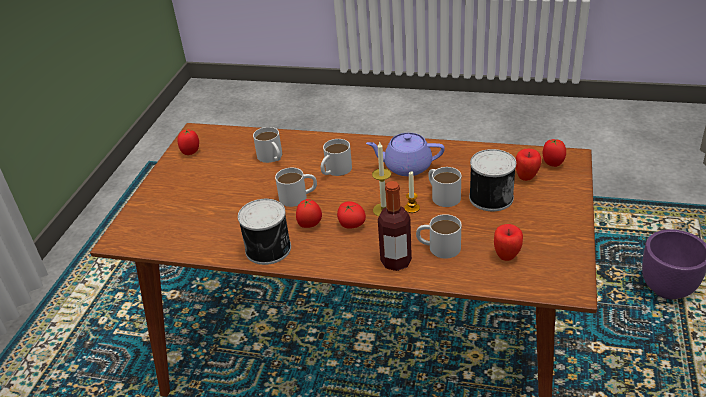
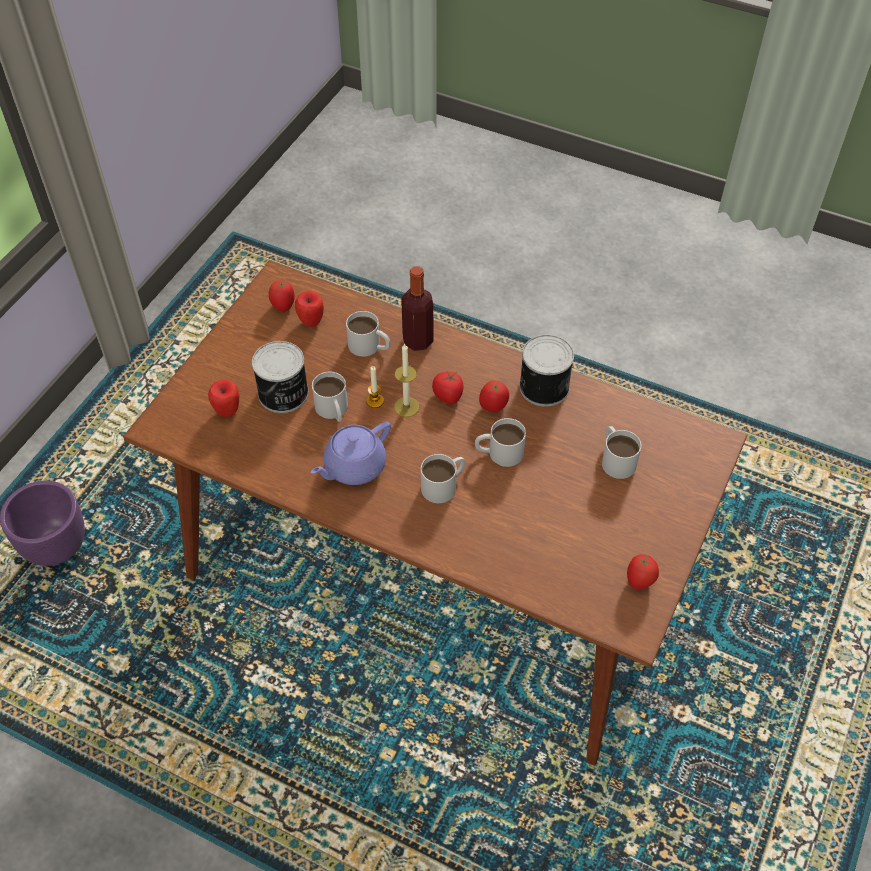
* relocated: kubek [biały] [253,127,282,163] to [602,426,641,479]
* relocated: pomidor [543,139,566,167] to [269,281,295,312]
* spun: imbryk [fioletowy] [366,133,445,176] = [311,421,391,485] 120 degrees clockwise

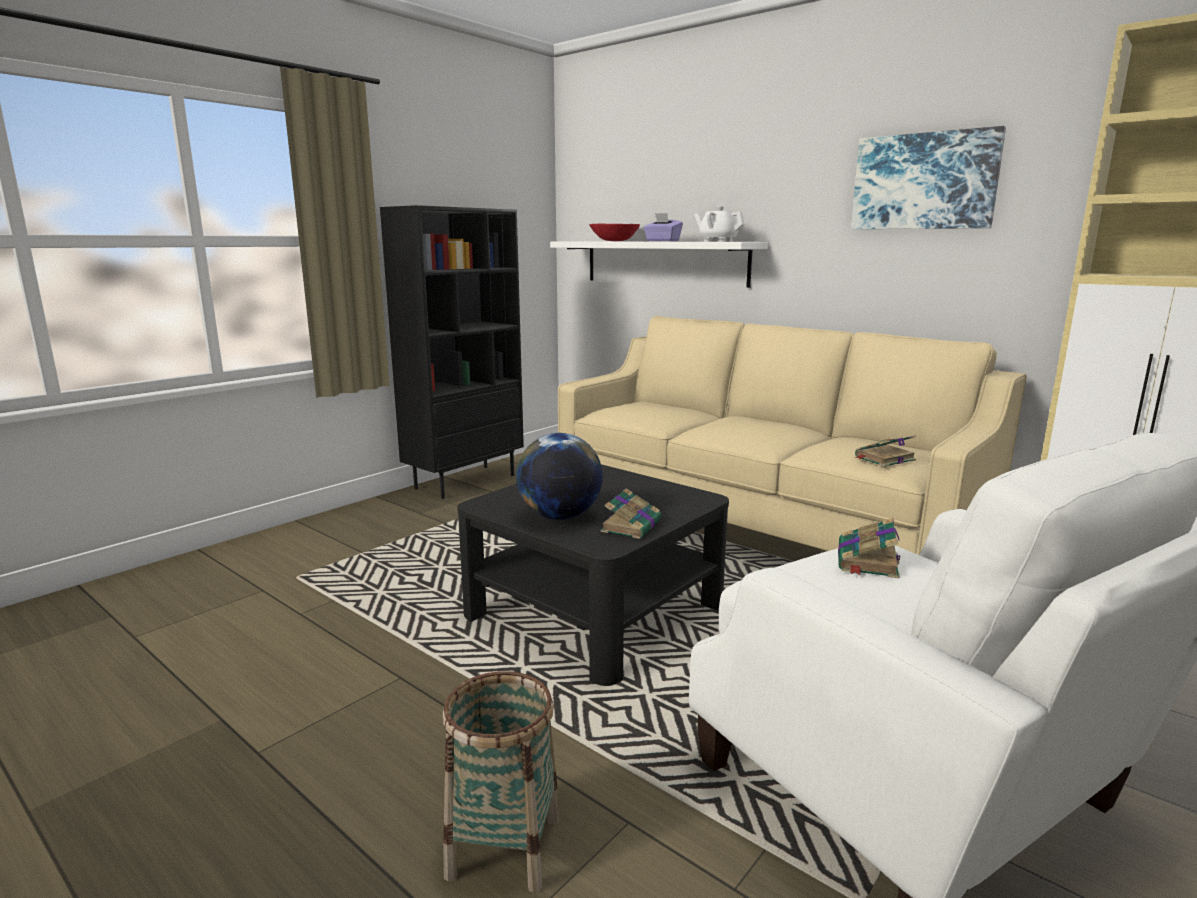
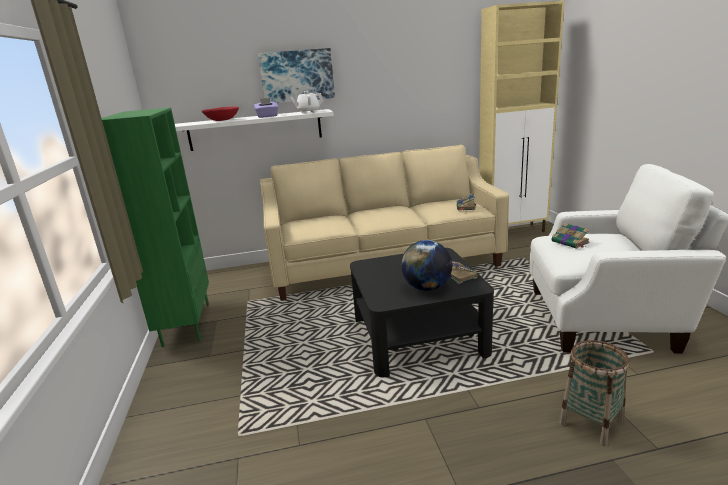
* relocated: obraz [851,126,1006,229] to [258,48,335,103]
* colour: regał [czarny] [380,205,524,499] to regał [zielony] [102,107,209,347]

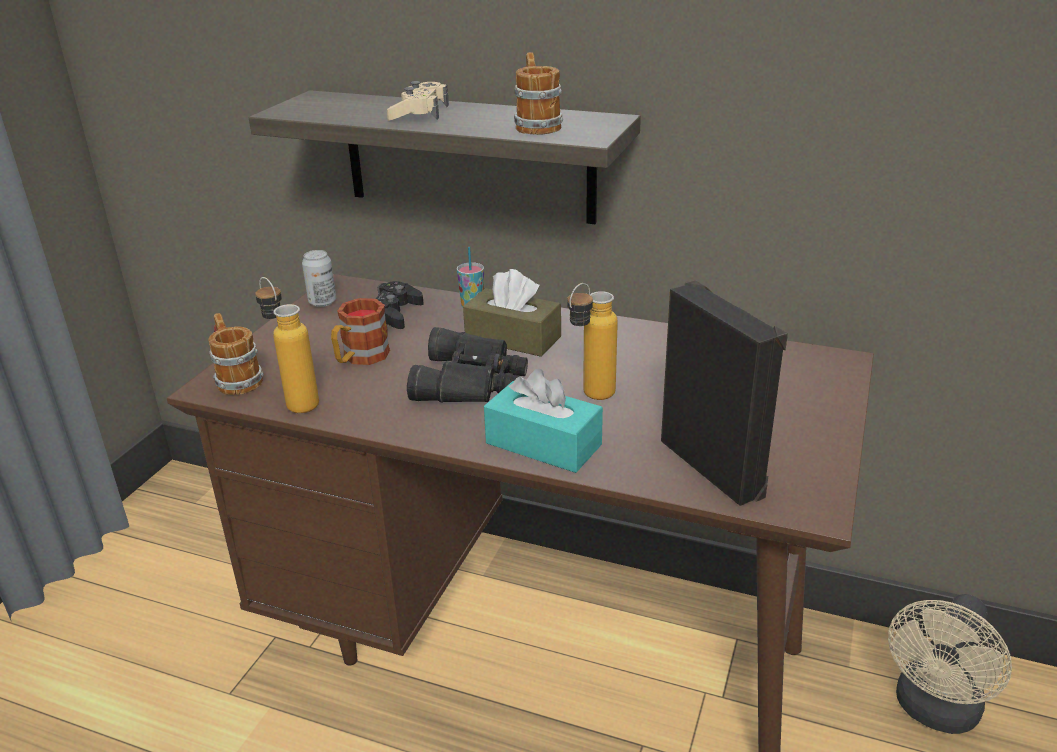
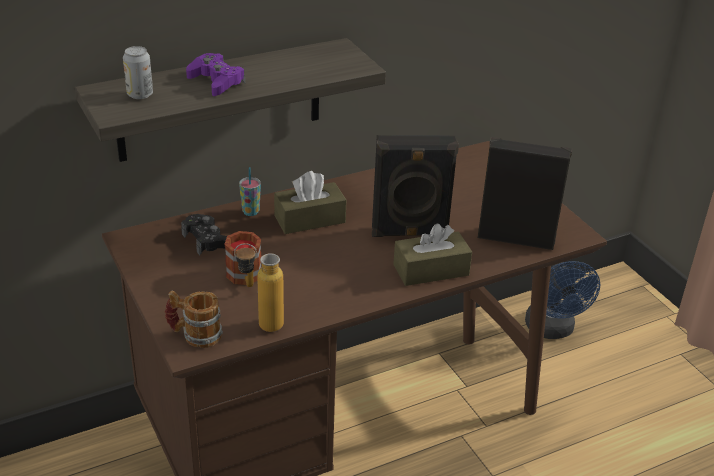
* missing: lornetka [czarny] [407,327,528,403]
* missing: kubek [514,52,563,135]
* relocated: puszka [302,250,336,307] to [123,46,153,99]
* exchanged: butelka [567,283,618,400] to głośnik [czarny] [372,135,459,237]
* colour: pad do gier [beżowy] [387,81,449,121] to pad do gier [fioletowy] [186,53,245,96]
* colour: pudełko chusteczek [turkusowy] [484,369,603,473] to pudełko chusteczek [brązowy] [393,224,472,286]
* colour: wentylator [beżowy] [888,594,1012,734] to wentylator [niebieski] [525,261,600,339]

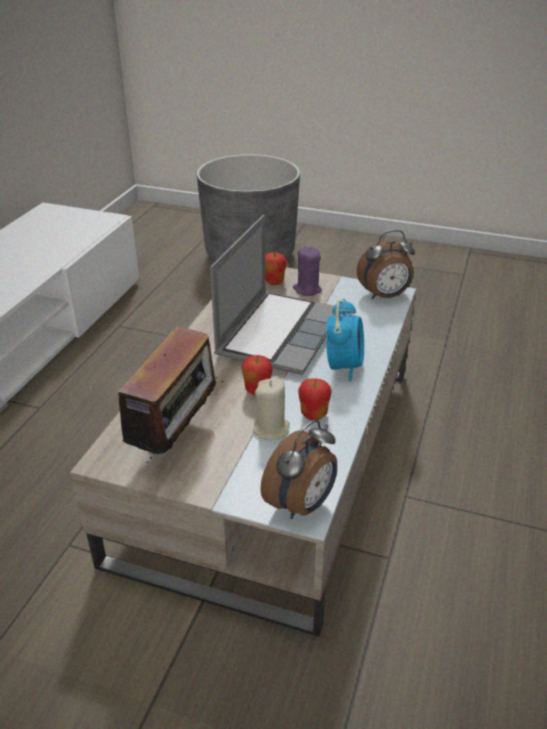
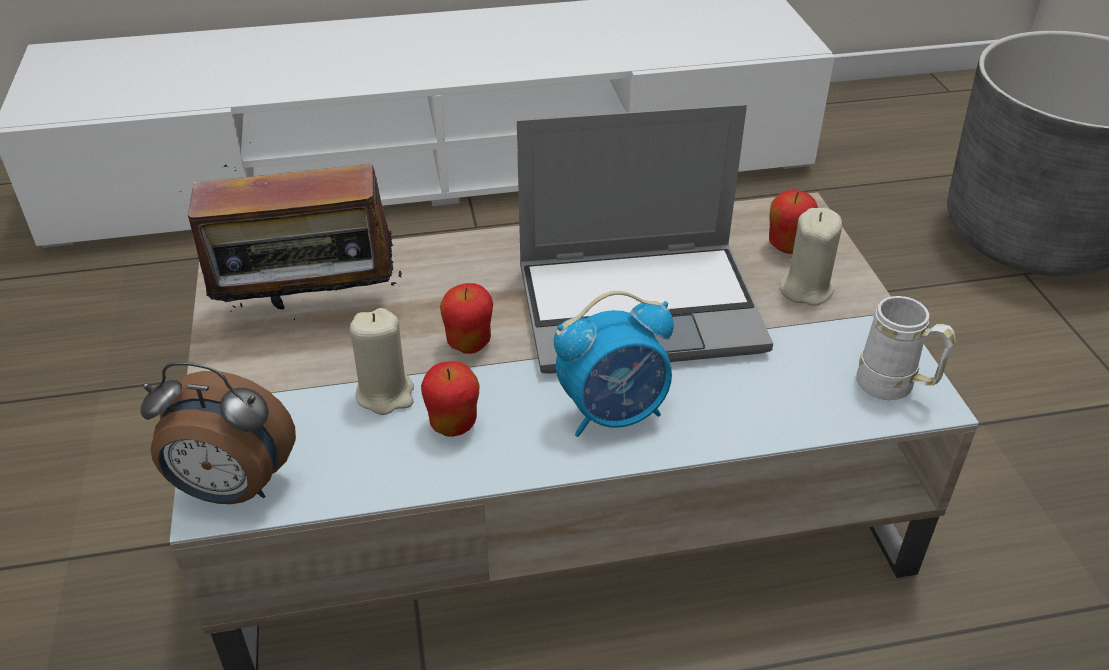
* exchanged: budzik [357,230,415,300] to kubek [biały] [856,296,956,400]
* colour: świeca [fioletowy] [293,246,322,296] to świeca [beżowy] [780,208,842,306]

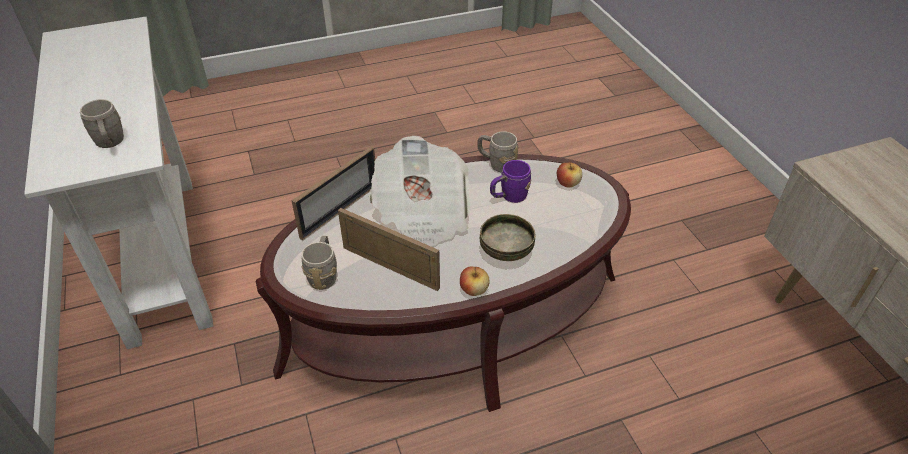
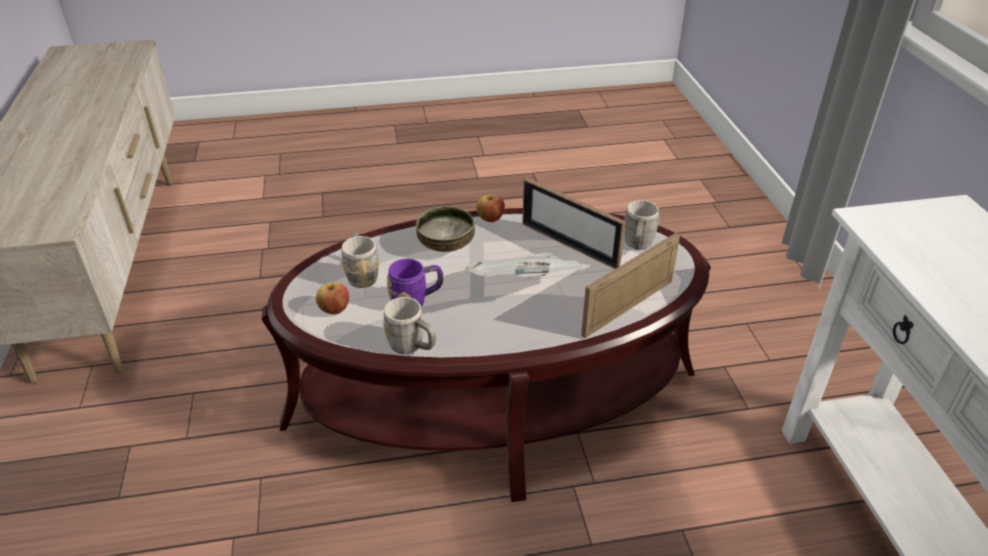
* relocated: kubek [szary] [80,99,124,148] to [342,232,380,288]

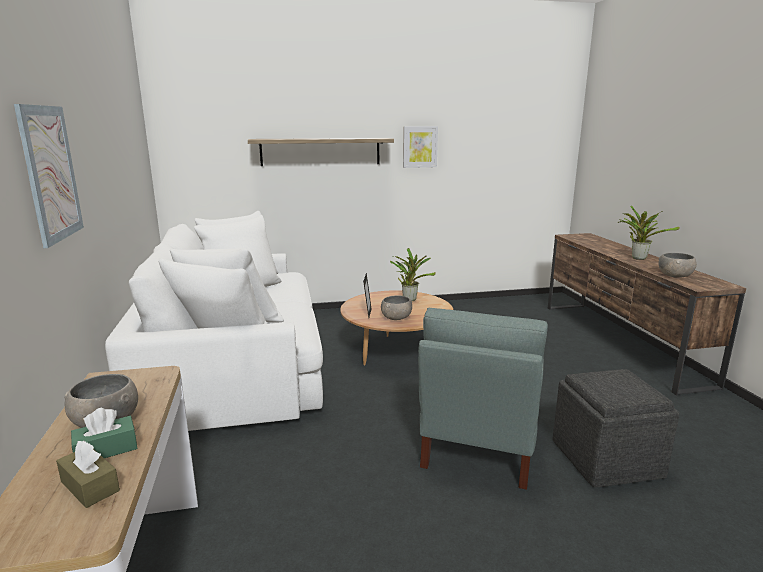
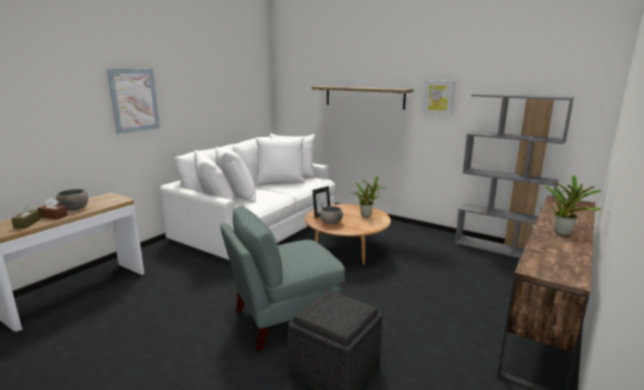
* missing: miska [szary] [658,253,697,278]
* appeared: regał [szary] [455,93,574,258]
* colour: pudełko chusteczek [zielony] [71,408,138,458] to pudełko chusteczek [brązowy] [37,198,67,220]

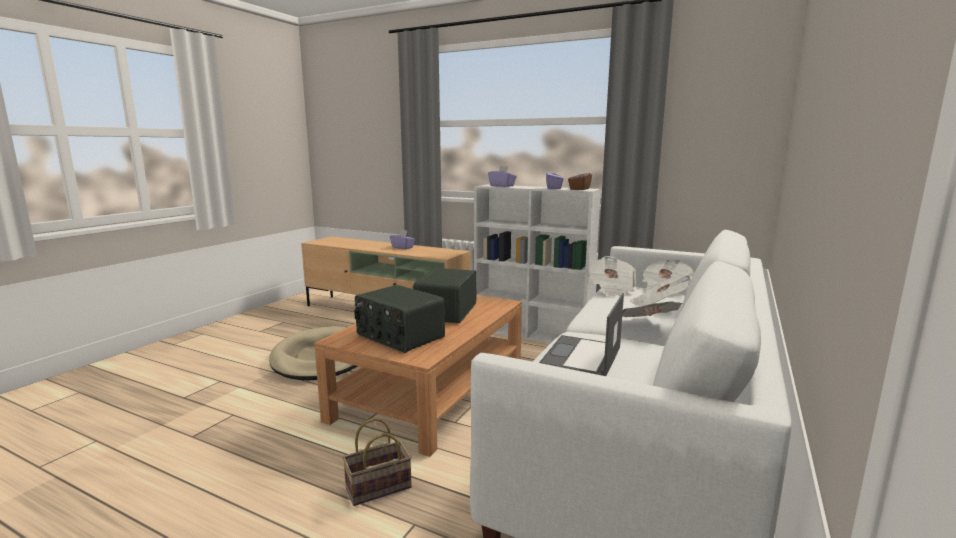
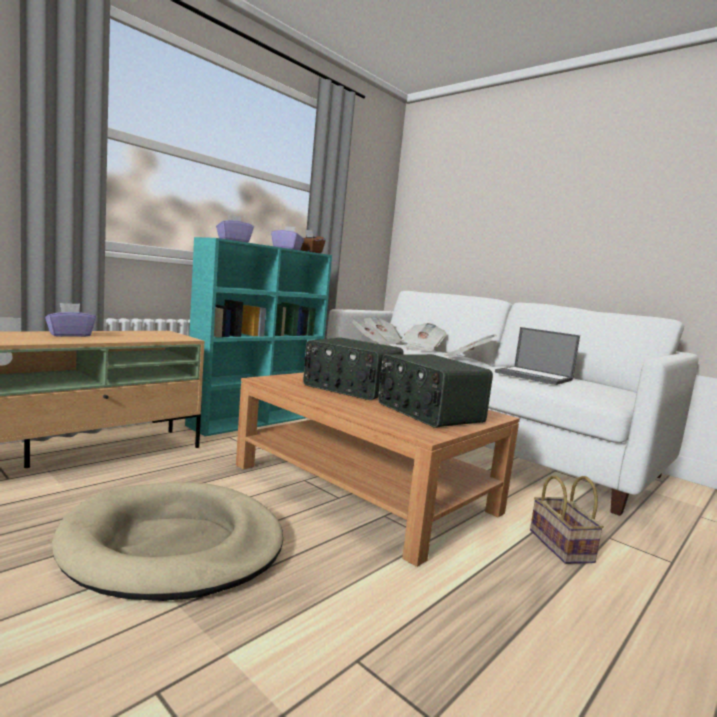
* colour: regał [biały] [474,185,601,344] to regał [turkusowy] [185,237,332,436]
* spun: radio [354,285,445,353] = [378,354,493,428] 90 degrees clockwise

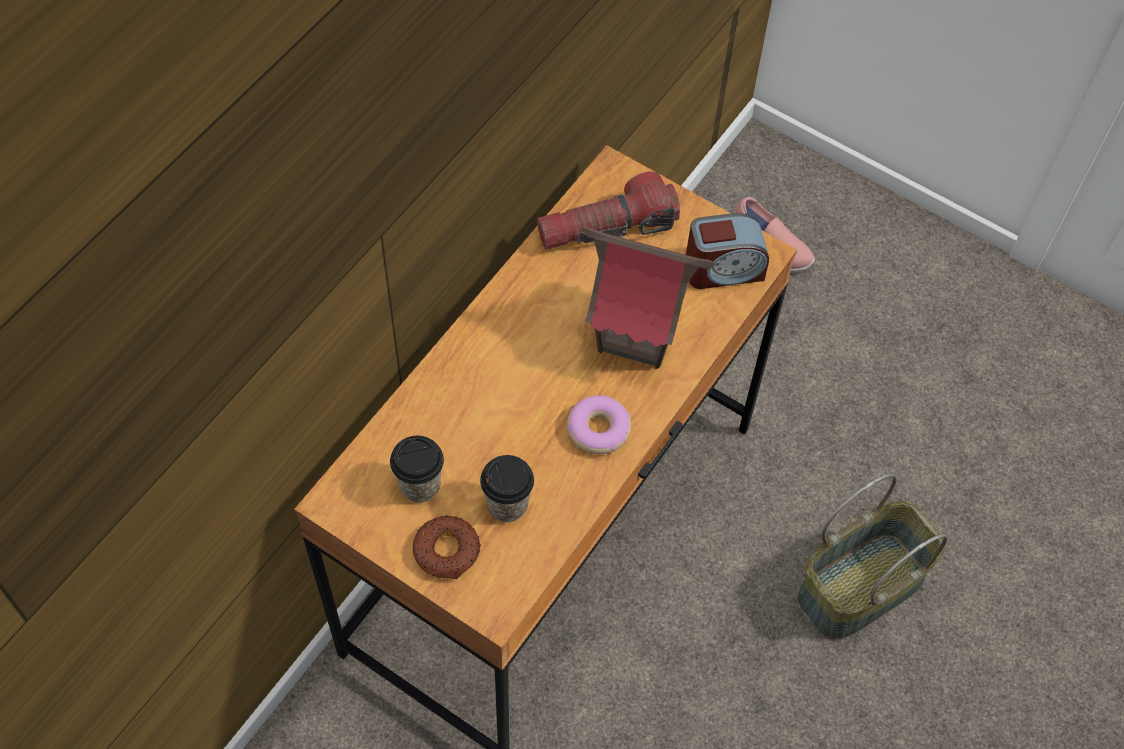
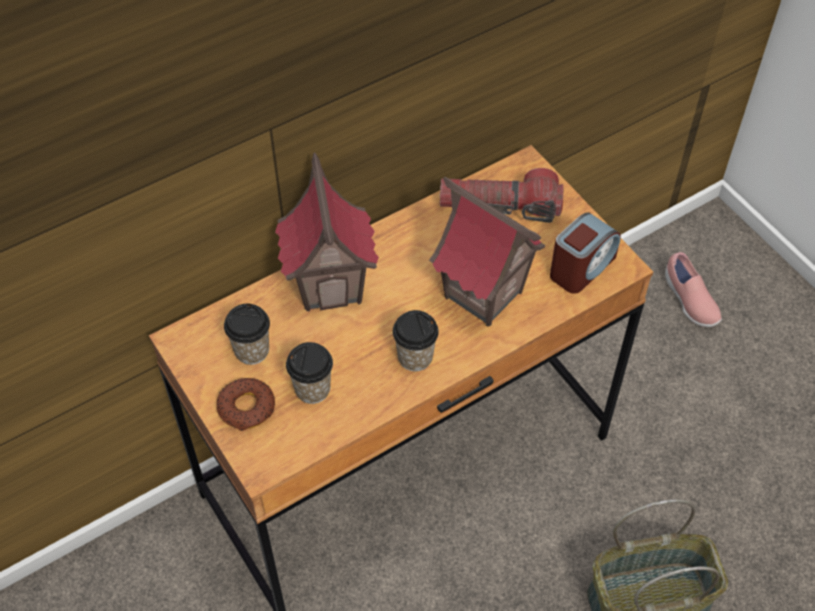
* appeared: domek [275,152,379,312]
* exchanged: donut [567,395,631,454] to filiżanka [393,310,439,371]
* spun: budzik [686,213,769,289] = [550,212,621,294] 60 degrees counterclockwise

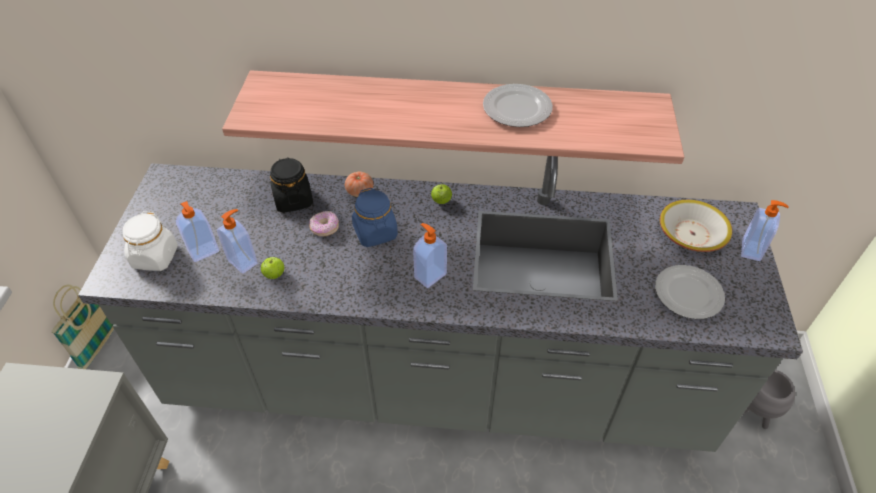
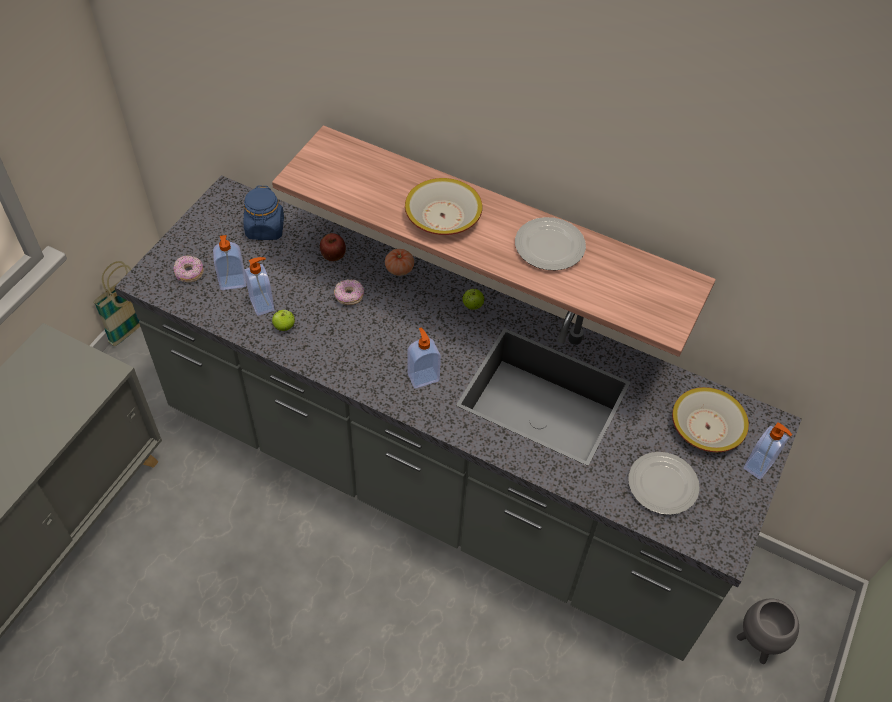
* appeared: miska [405,178,482,235]
* relocated: słoik [niebieski] [352,188,398,247] to [244,186,284,240]
* exchanged: słoik [biały] [123,211,178,271] to donut [173,255,204,282]
* exchanged: słoik [czarny] [270,157,313,213] to jabłko [320,233,346,261]

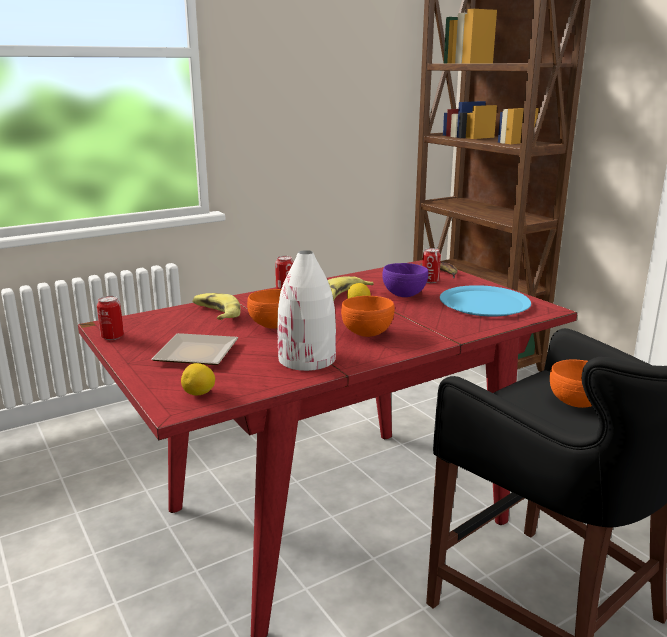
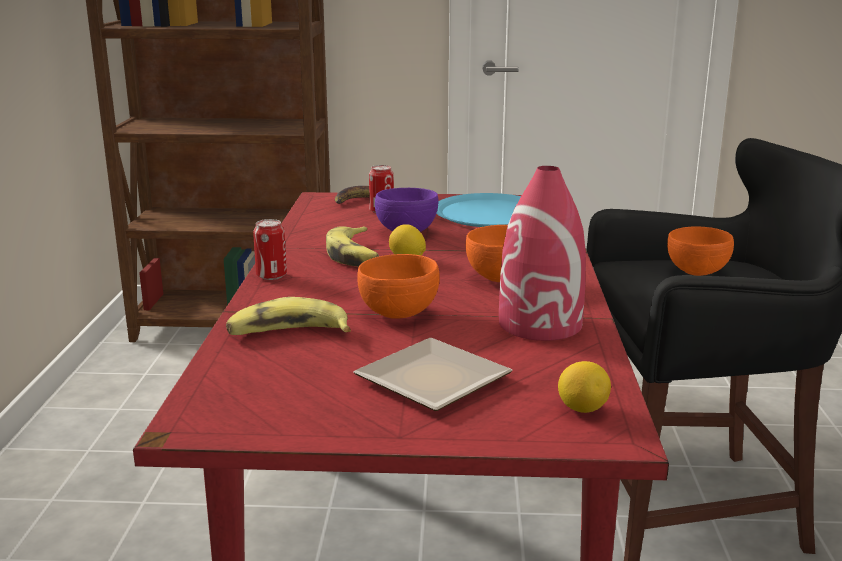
* missing: puszka [97,296,124,340]
* colour: wazon [biały] [277,250,336,371] to wazon [czerwony] [499,166,586,341]

